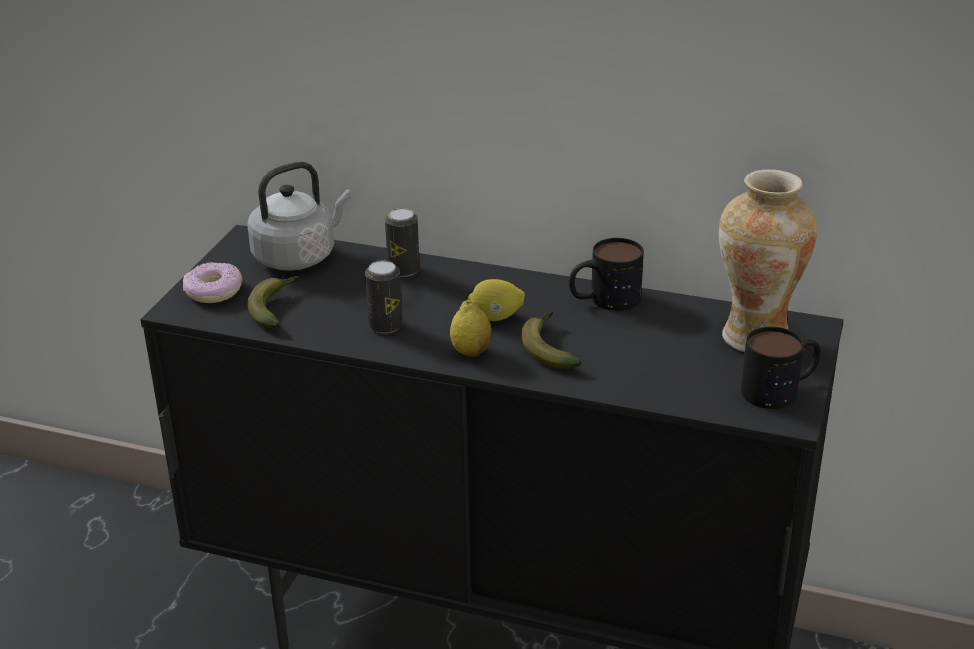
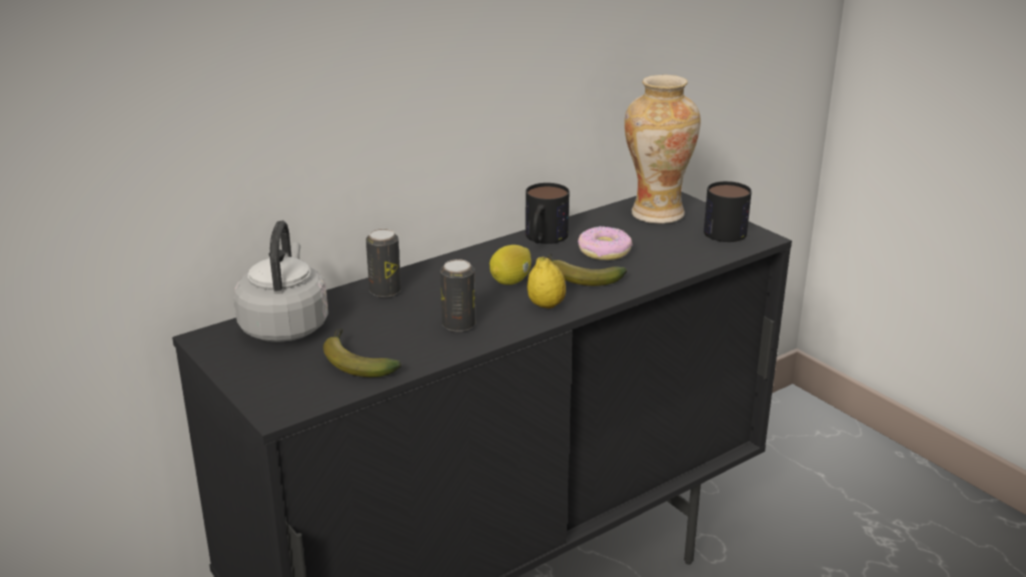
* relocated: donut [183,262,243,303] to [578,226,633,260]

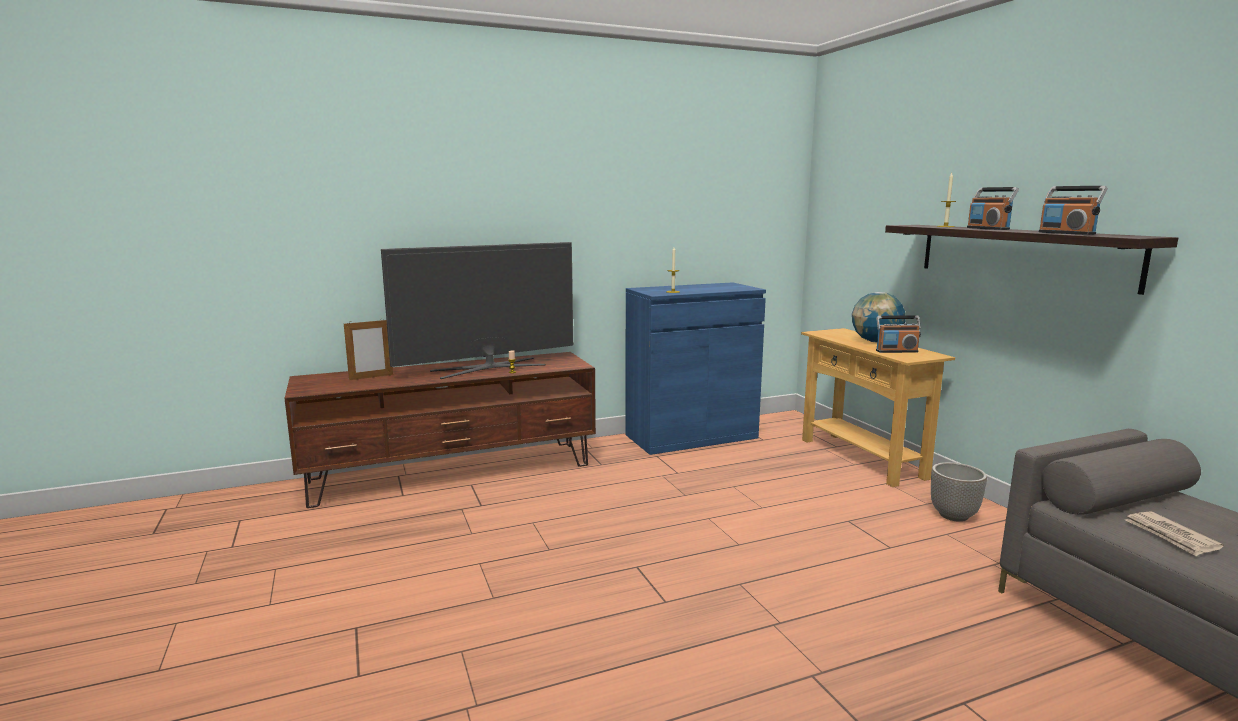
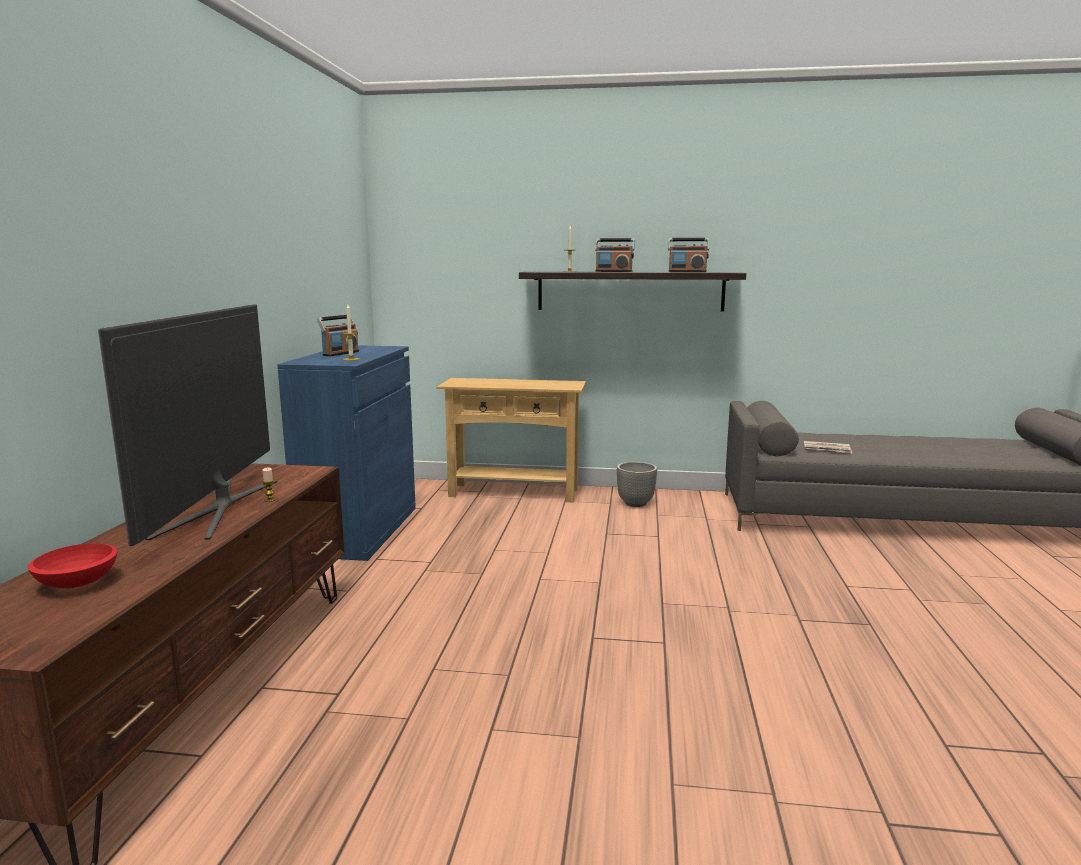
* missing: globus [852,292,905,342]
* relocated: radio [876,315,921,353] to [317,315,359,356]
* exchanged: ramka na zdjęcie [344,318,393,380] to miska [czerwony] [28,543,117,588]

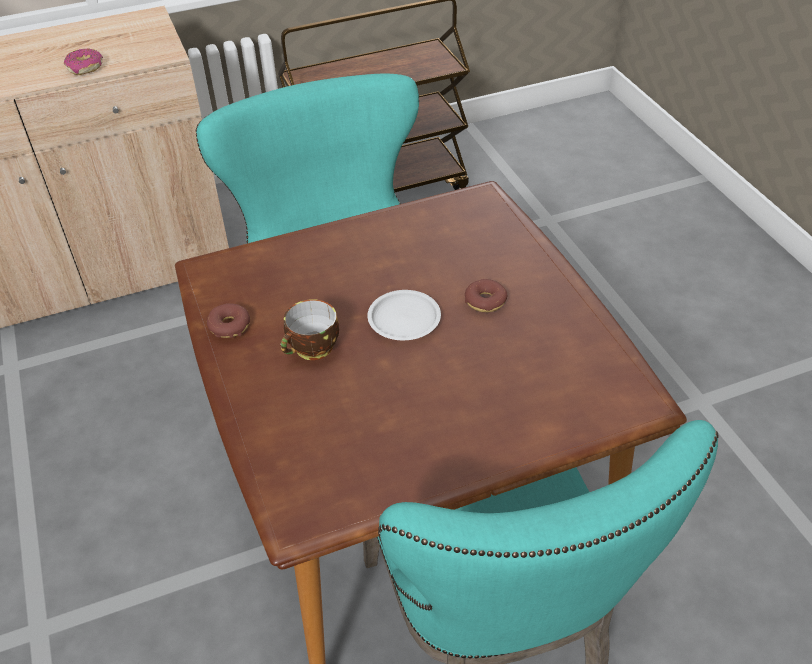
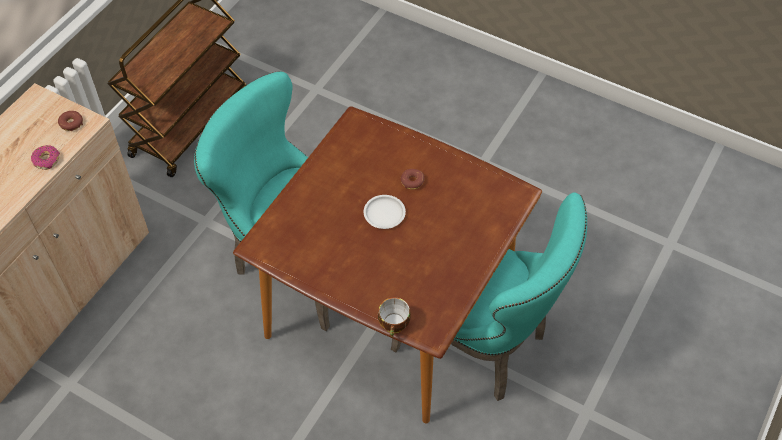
* relocated: donut [207,303,250,338] to [58,111,83,131]
* relocated: filiżanka [281,299,339,360] to [378,298,411,337]

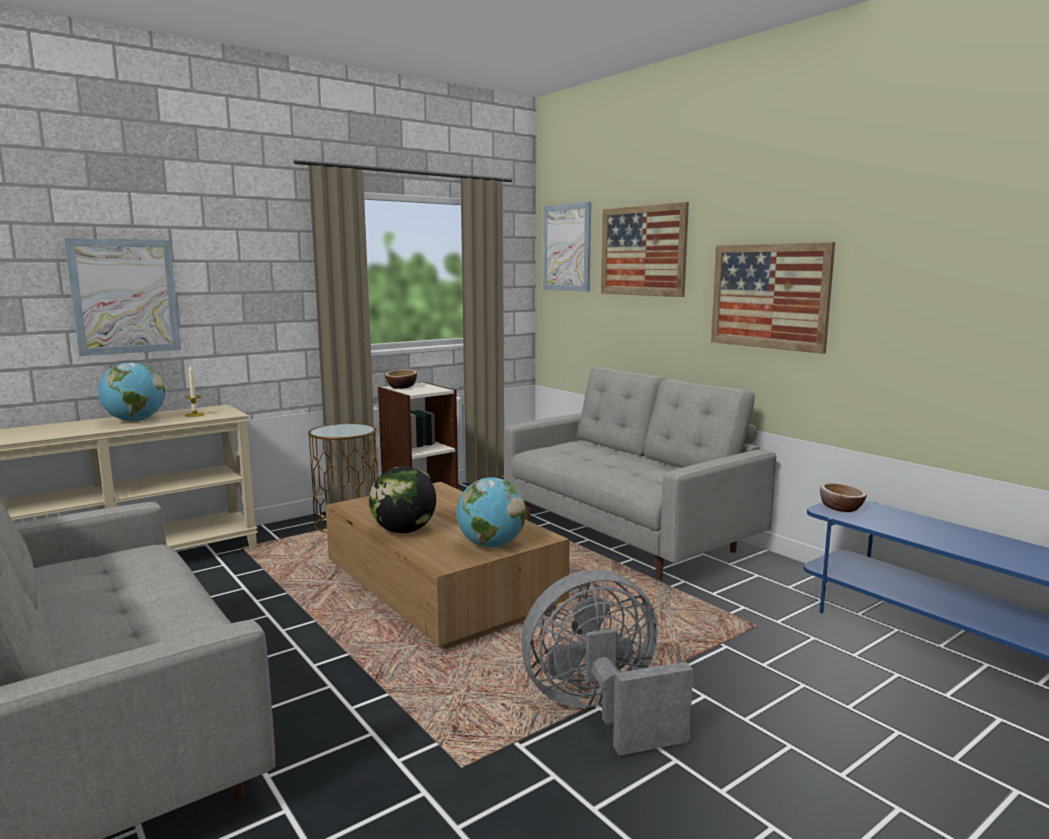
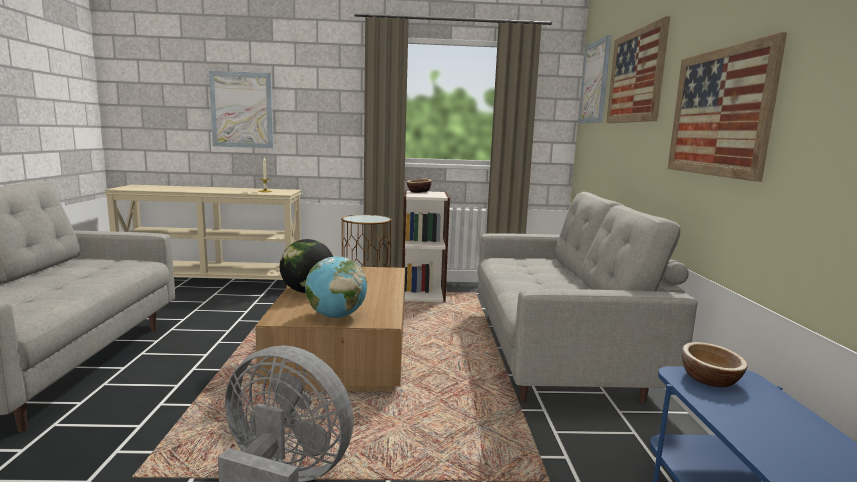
* missing: globus [98,362,165,422]

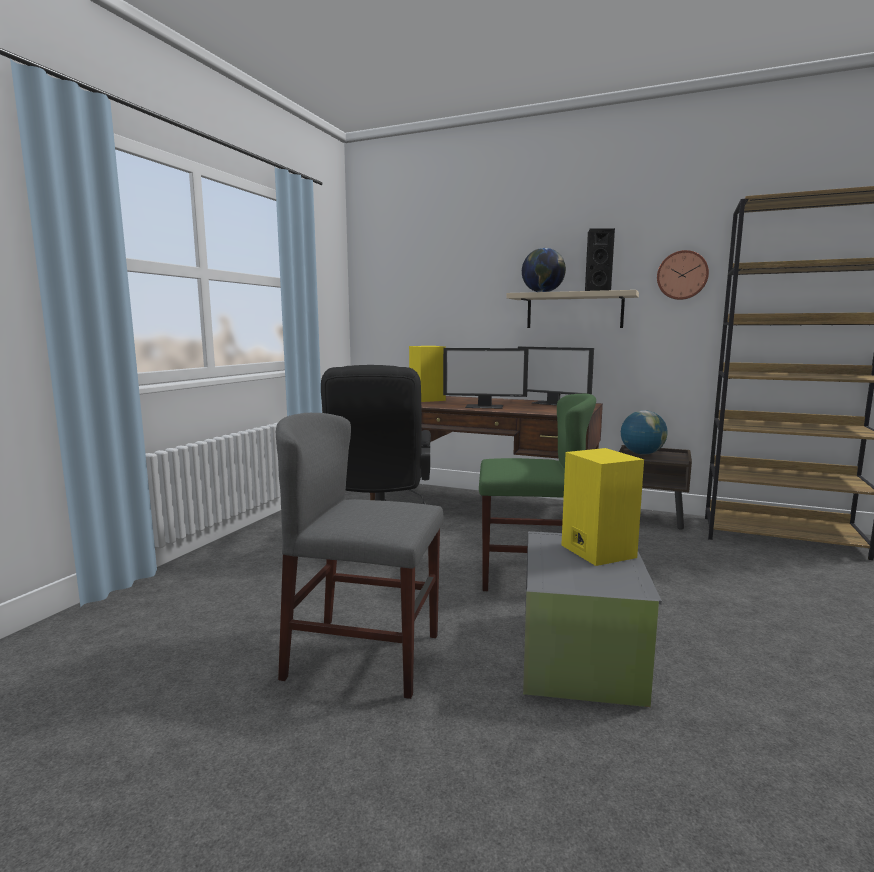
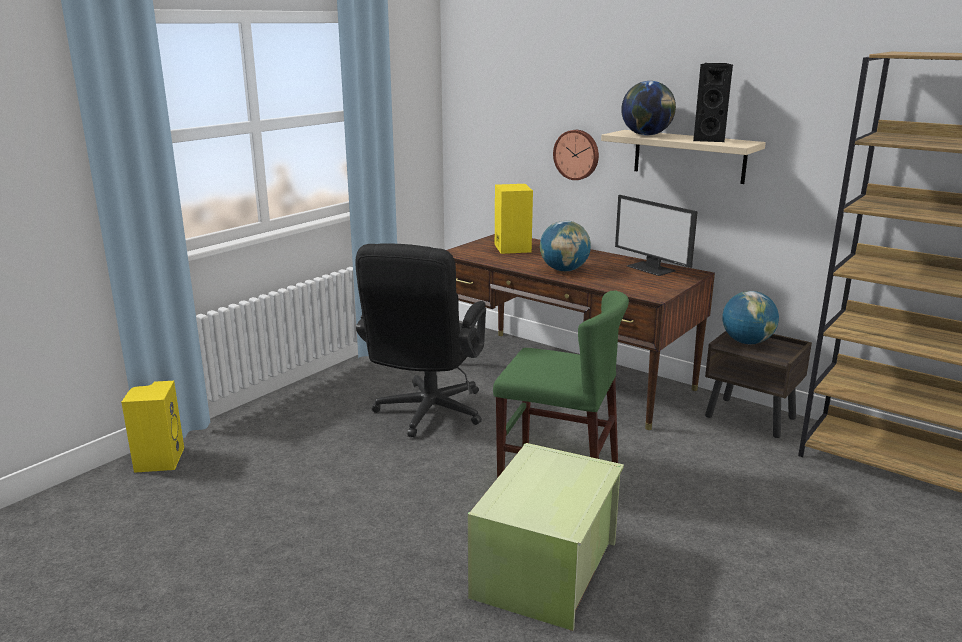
* missing: krzesło [szary] [276,413,444,699]
* relocated: głośnik [żółty] [562,448,644,566] to [121,381,184,473]
* relocated: zegar ścienny [657,250,709,300] to [553,130,599,180]
* exchanged: monitor [443,348,529,409] to globus [540,220,591,271]
* colour: pojemnik do przechowywania [szary] [523,531,662,707] to pojemnik do przechowywania [zielony] [468,443,624,631]

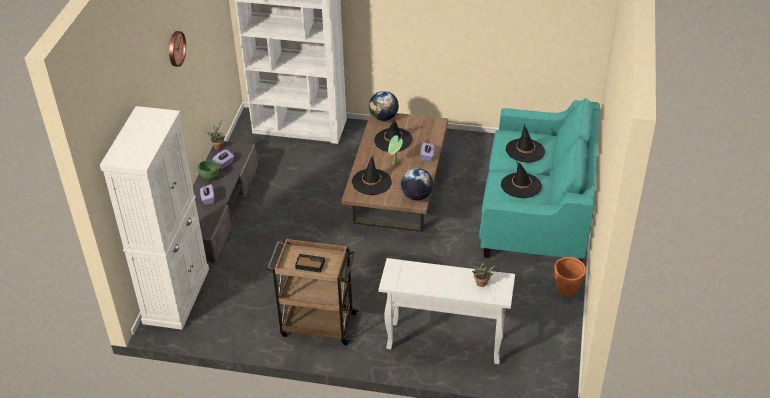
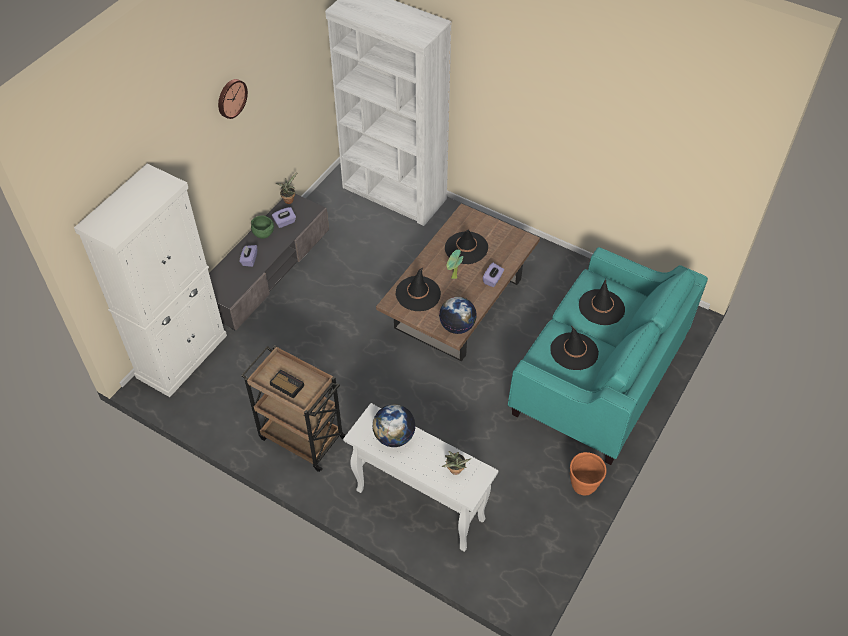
* relocated: globus [369,91,399,121] to [372,404,415,447]

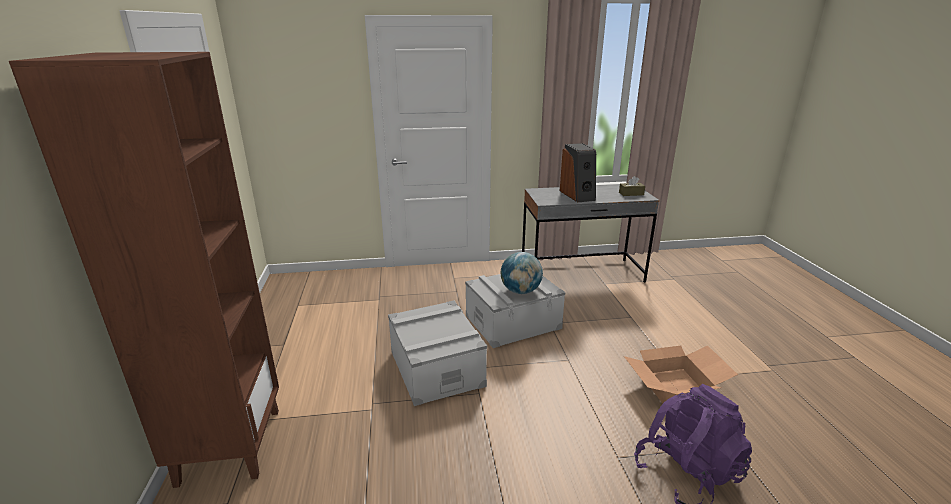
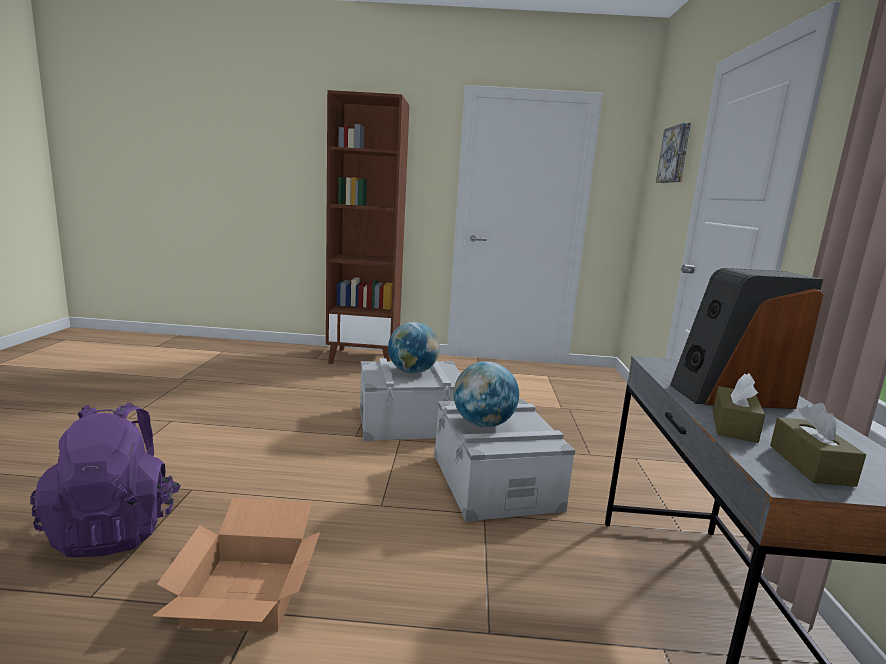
* appeared: globus [388,322,440,374]
* appeared: obraz [656,123,691,183]
* appeared: pudełko chusteczek [brązowy] [713,373,765,443]

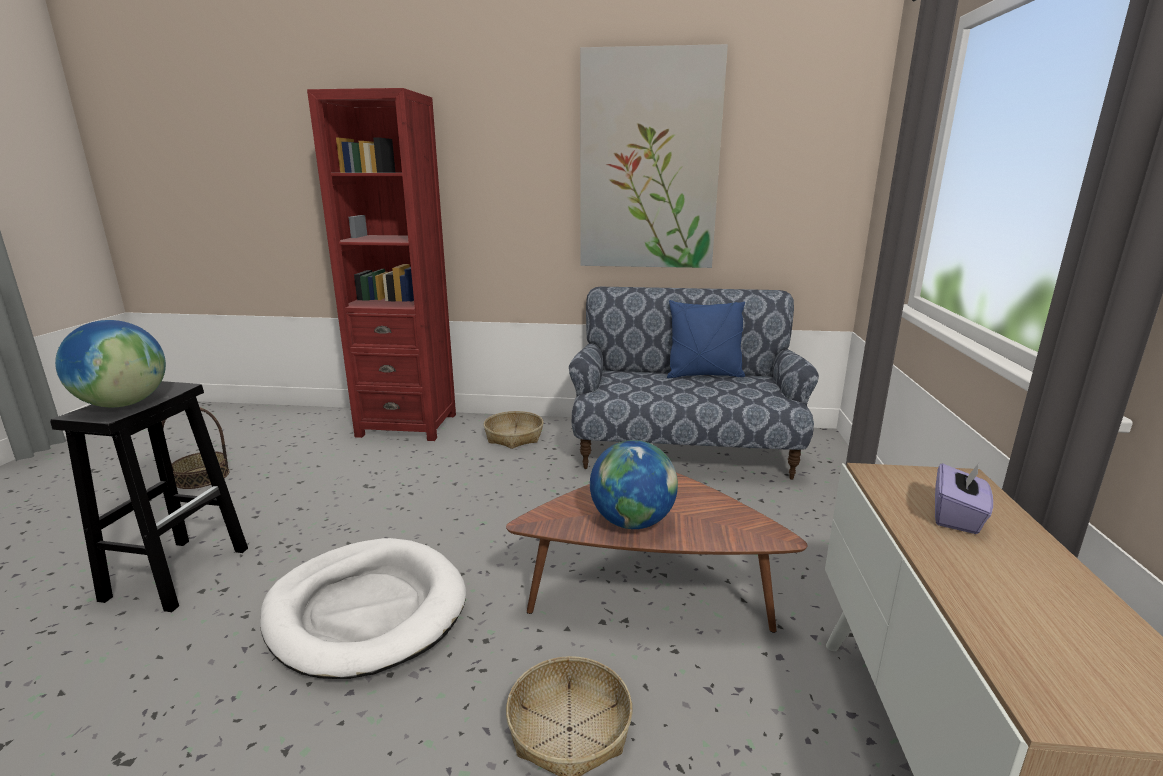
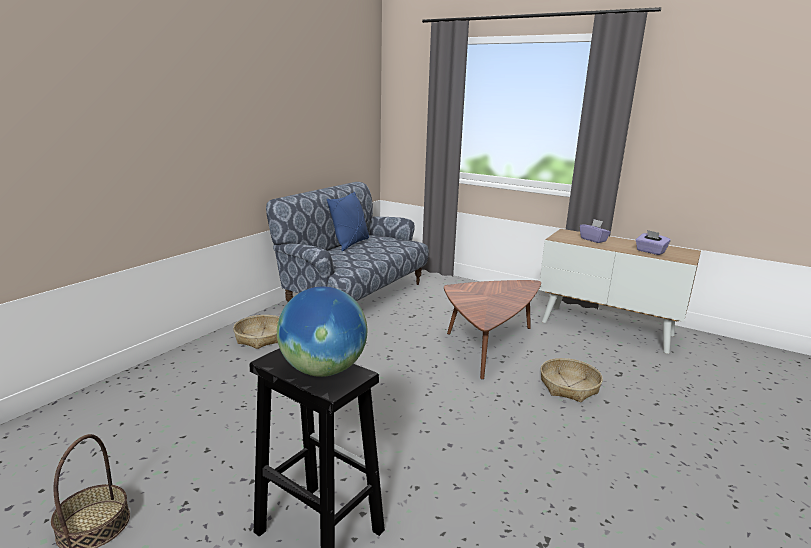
* missing: legowisko [biały] [260,538,466,679]
* missing: regał [czerwony] [307,88,456,441]
* missing: obraz [580,44,728,268]
* missing: globus [590,440,678,529]
* appeared: pudełko chusteczek [fioletowy] [636,230,671,255]

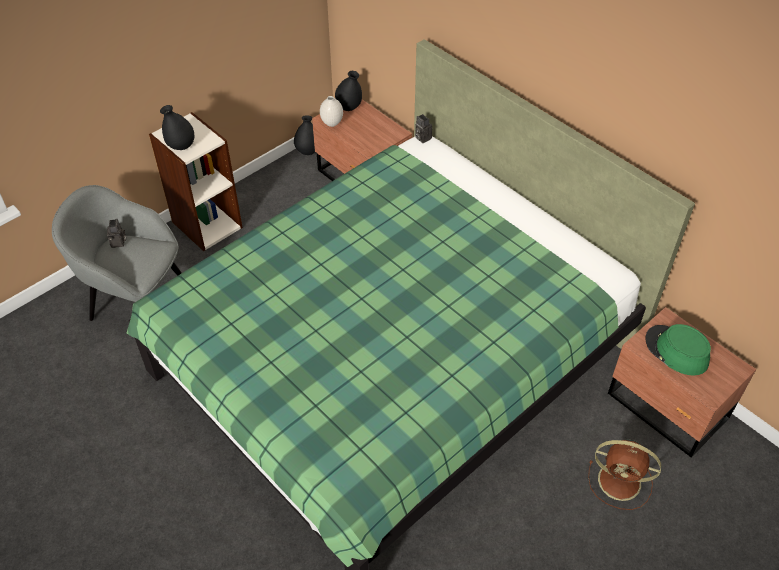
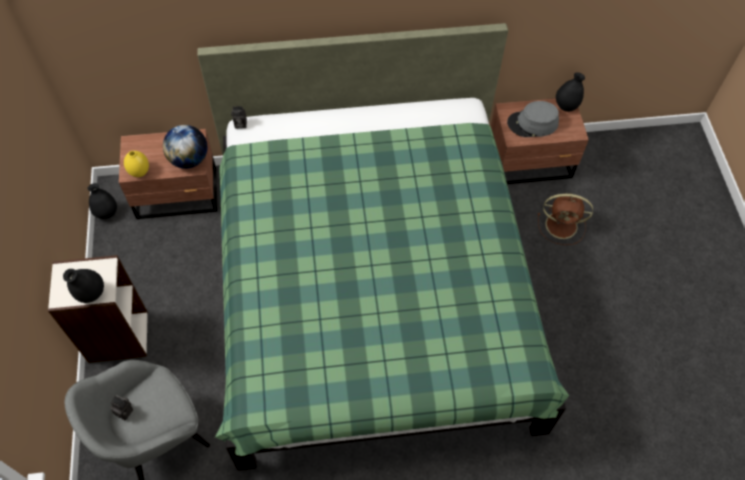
* appeared: globus [163,125,207,169]
* relocated: wazon [czarny] [335,71,362,111] to [556,72,585,112]
* colour: wazon [biały] [320,96,343,127] to wazon [żółty] [124,151,149,177]
* colour: kapelusz [zielony] [645,324,711,375] to kapelusz [szary] [507,101,559,137]
* spun: wentylator [brązowy] [588,439,661,510] = [538,193,593,245] 45 degrees clockwise

